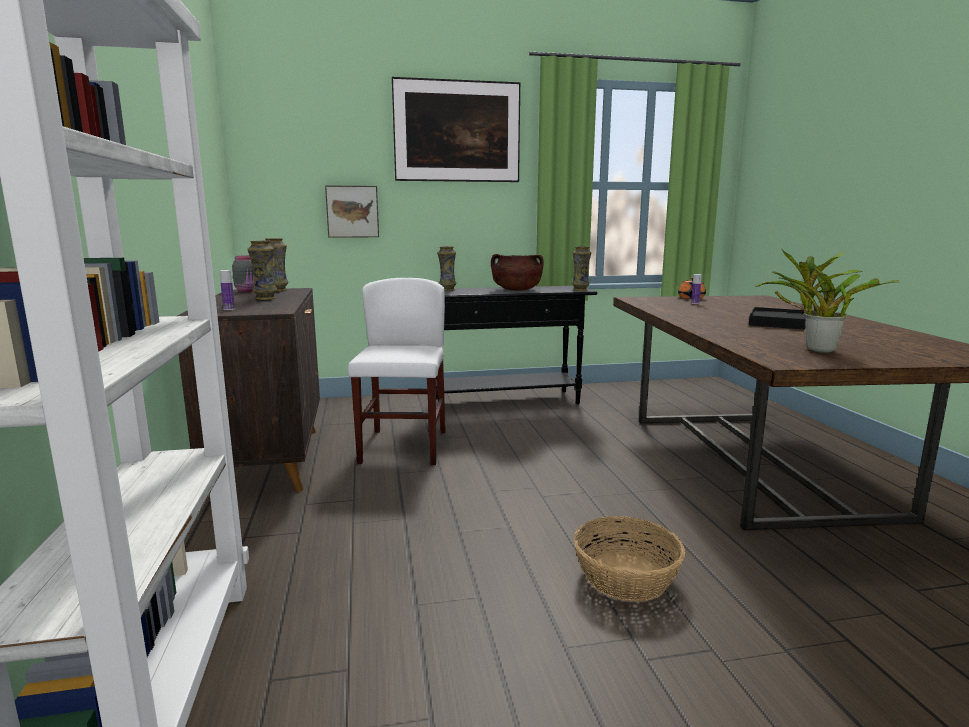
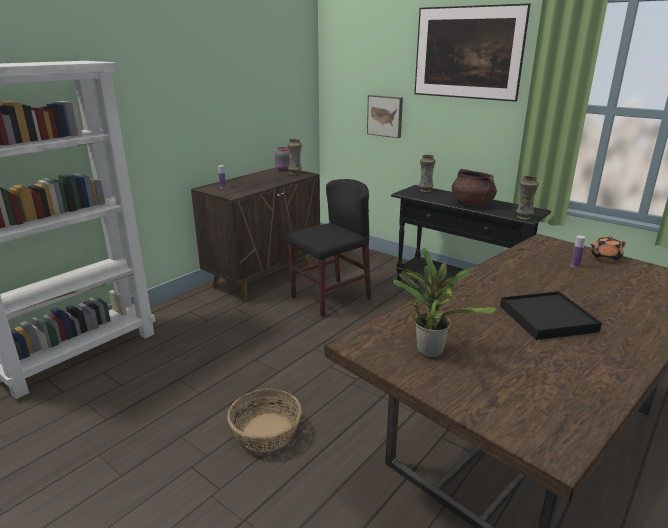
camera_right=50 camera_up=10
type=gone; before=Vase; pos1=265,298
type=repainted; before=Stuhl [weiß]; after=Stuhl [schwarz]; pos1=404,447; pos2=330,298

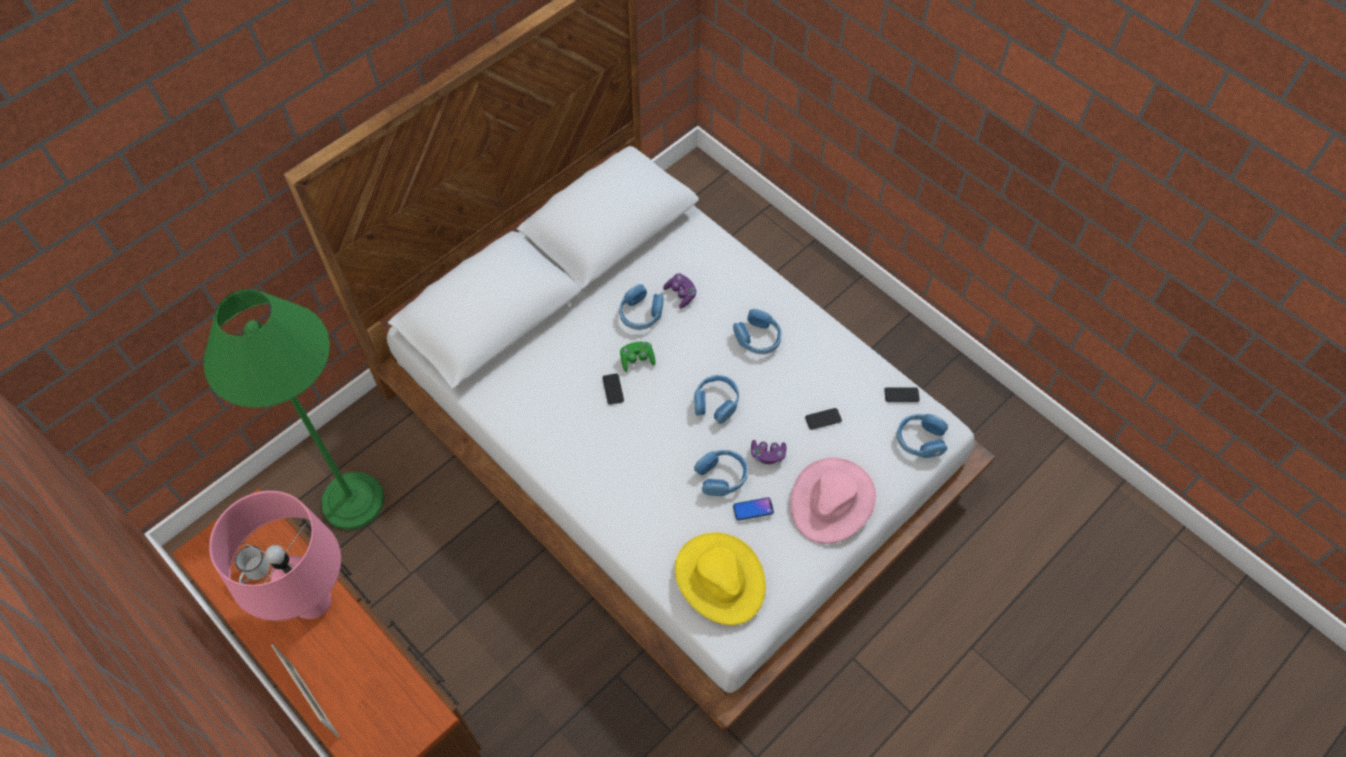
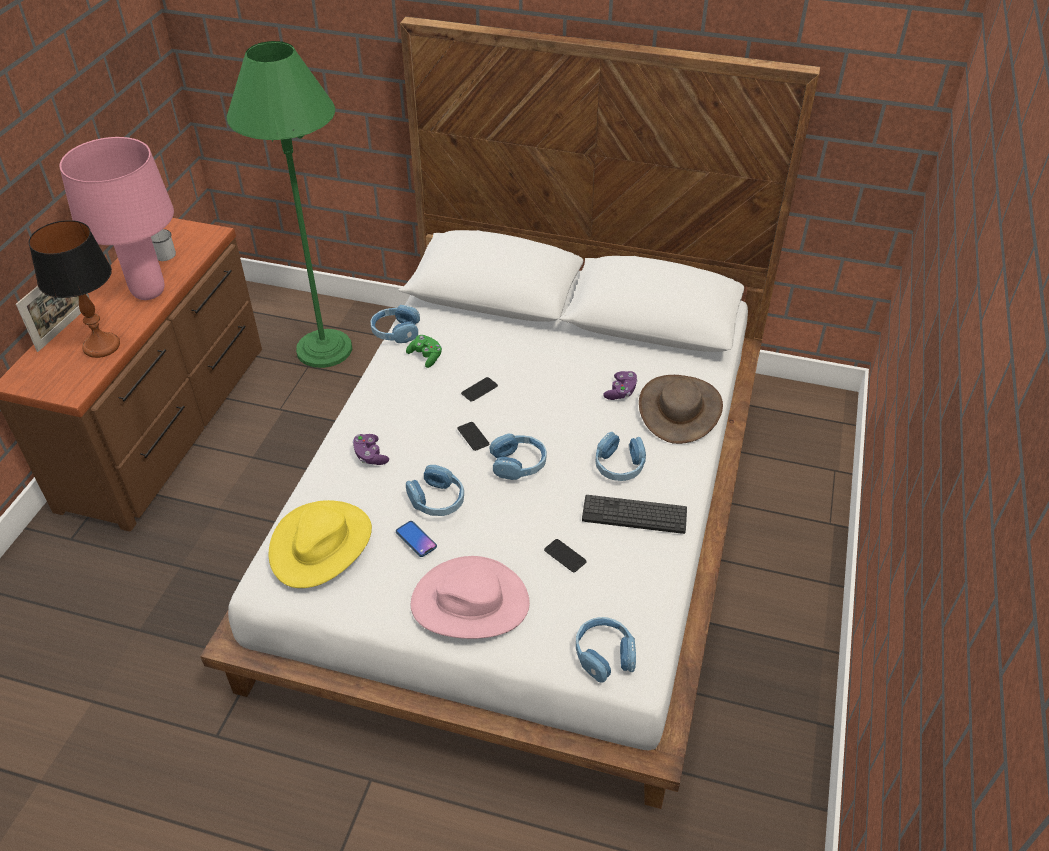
camera_right=60 camera_up=-15
type=shifted; before=Kopfhörer [blau]; pos1=641,313; pos2=395,331
type=shifted; before=Gamepad [grün]; pos1=637,360; pos2=426,356
type=shifted; before=Handy; pos1=901,395; pos2=473,436
type=shifted; before=Gamepad [lila]; pos1=767,455; pos2=370,456
type=new; after=Tischlampe; pos2=102,346
type=new; after=Hut [braun]; pos2=680,409
type=new; after=Tastatur; pos2=634,515

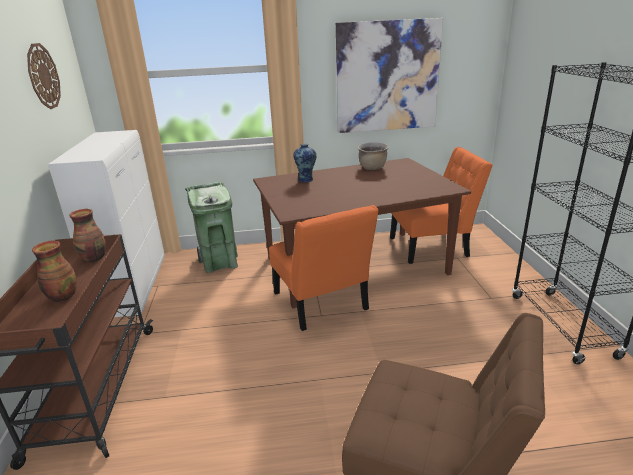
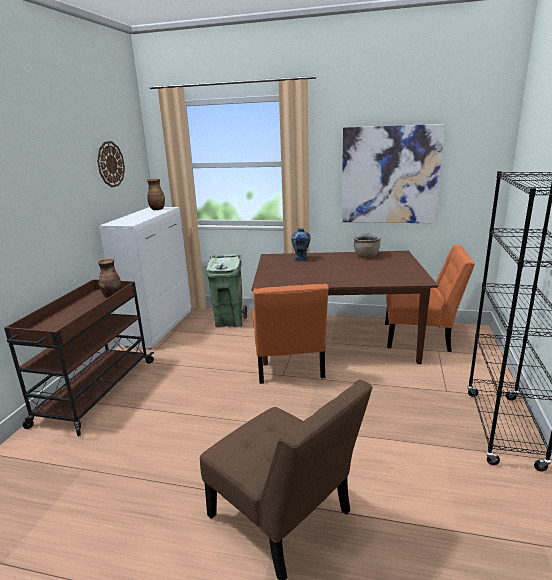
camera_right=20 camera_up=-5
type=shifted; before=Vase; pos1=62,296; pos2=157,209

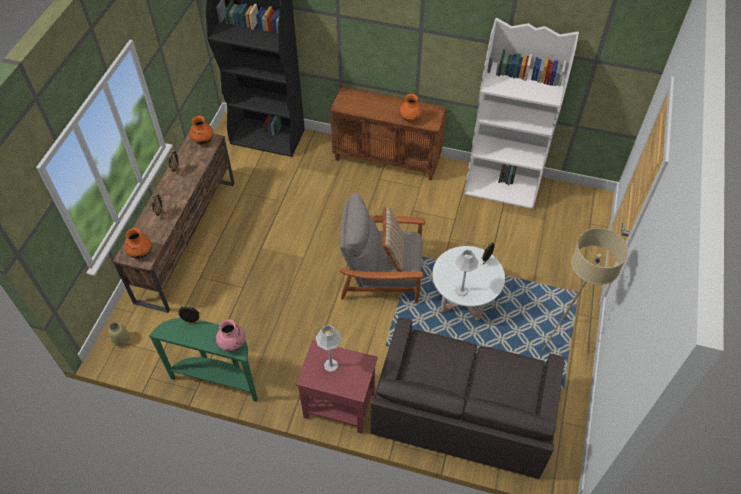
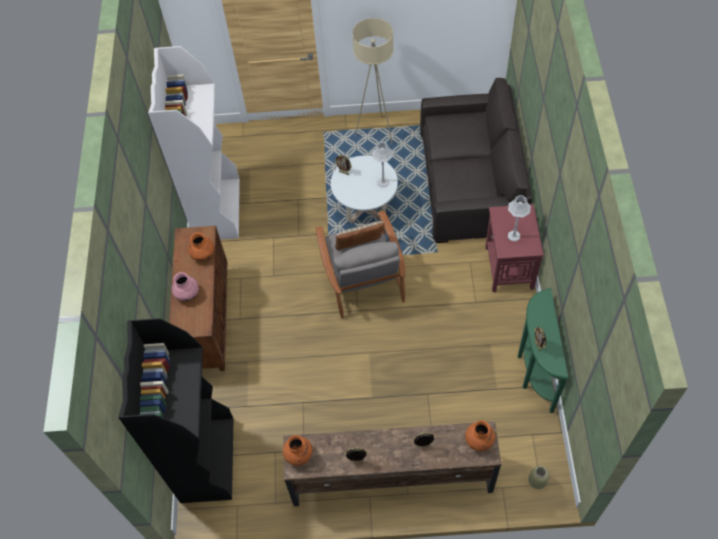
camera_right=-105 camera_up=5
type=shifted; before=Vase [rosa]; pos1=232,344; pos2=187,294

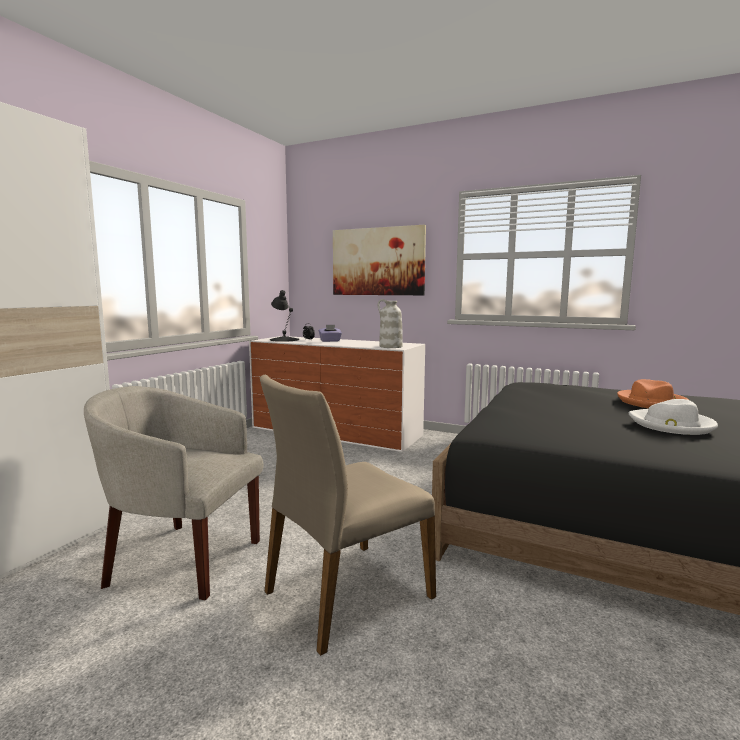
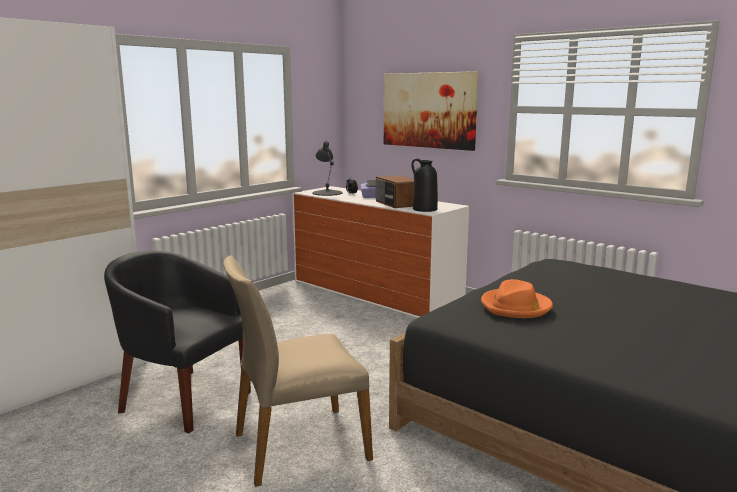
camera_right=15 camera_up=5
type=repainted; before=Vase [weiß]; after=Vase [schwarz]; pos1=390,347; pos2=424,209
type=shifted; before=Hut [orange]; pos1=652,402; pos2=516,307
type=repainted; before=Sessel [beige]; after=Sessel [schwarz]; pos1=181,559; pos2=183,399
type=gone; before=Hut [weiß]; pos1=671,425
type=new; after=Radio; pos2=396,203

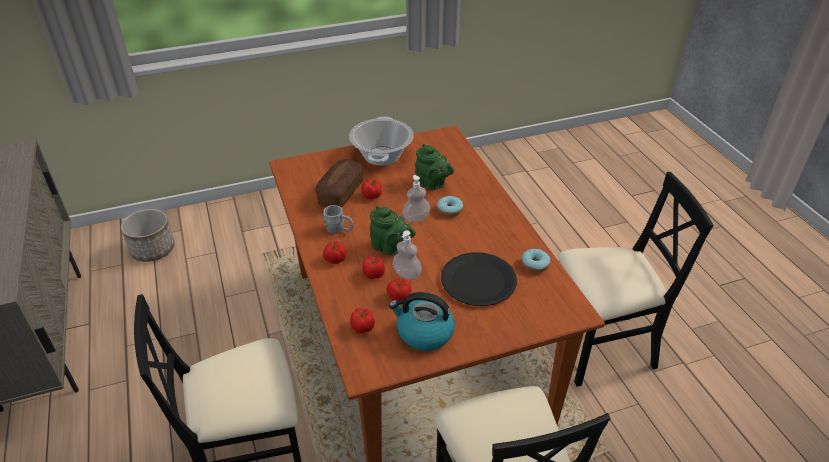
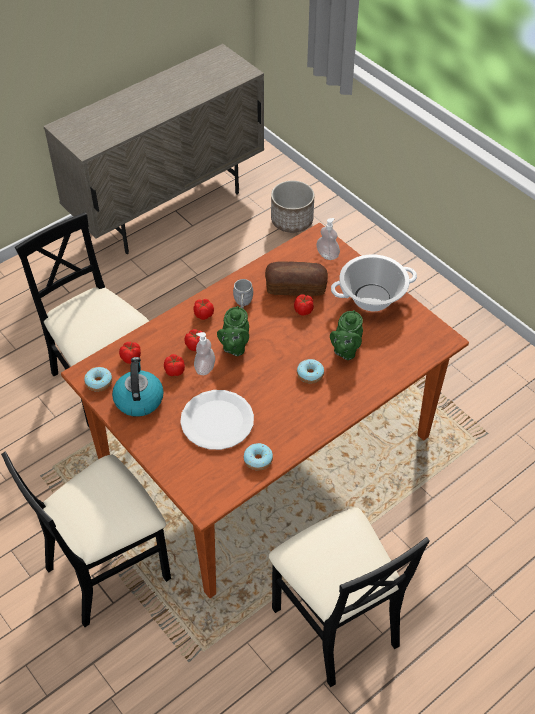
camera_right=70 camera_up=10
type=shifted; before=Seifenspender; pos1=416,218; pos2=327,255
type=repainted; before=Teller [schwarz]; after=Teller [weiß]; pos1=478,281; pos2=217,421
type=new; after=Donut; pos2=99,382

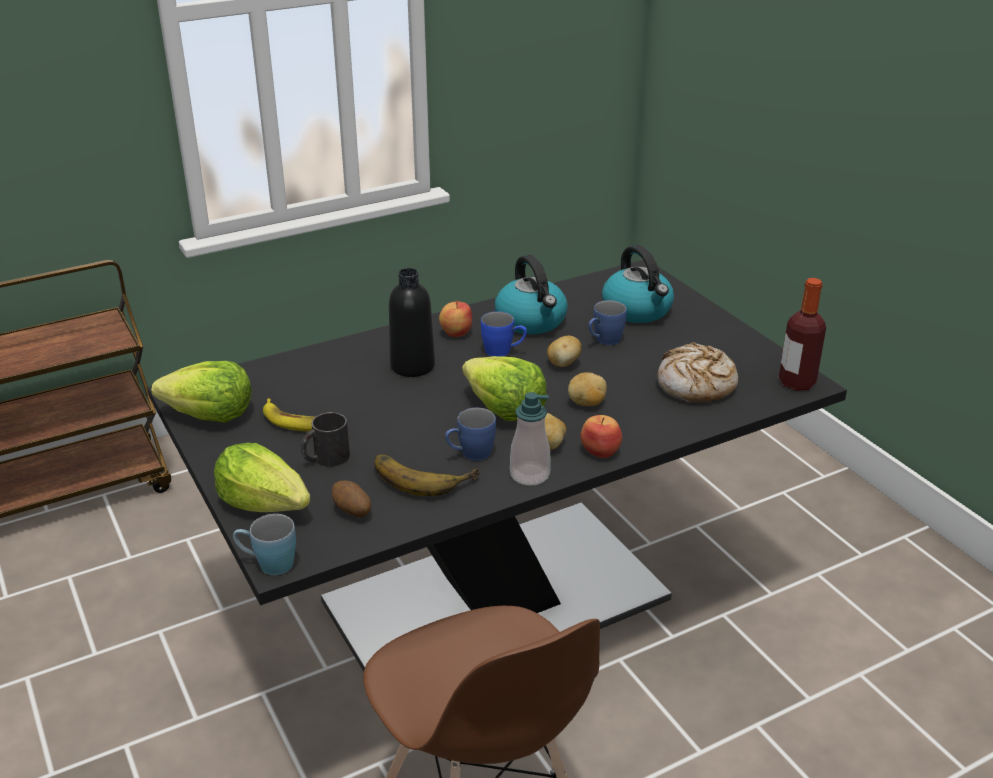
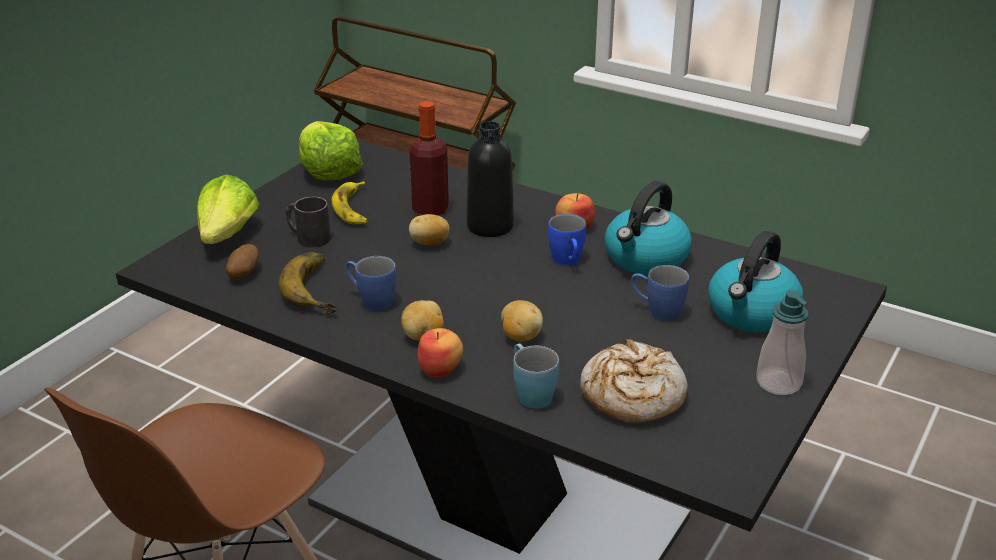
camera_right=60 camera_up=0
type=shifted; before=Flasche; pos1=796,382; pos2=430,209
type=shifted; before=Kartoffel; pos1=563,364; pos2=429,243
type=gone; before=Salatkopf; pos1=504,409
type=shifted; before=Seifenspender; pos1=529,475; pos2=778,383
type=shifted; before=Henkelbecher [blau]; pos1=268,564; pos2=530,393

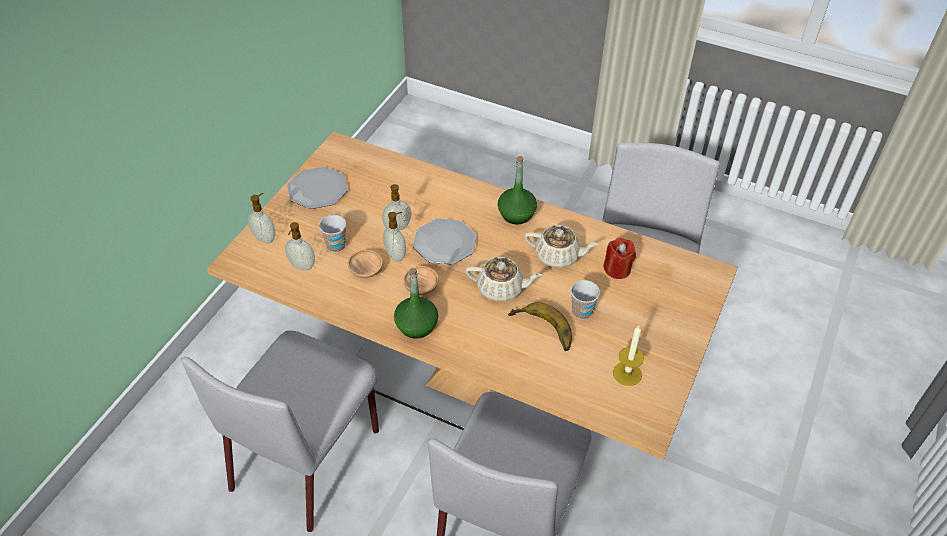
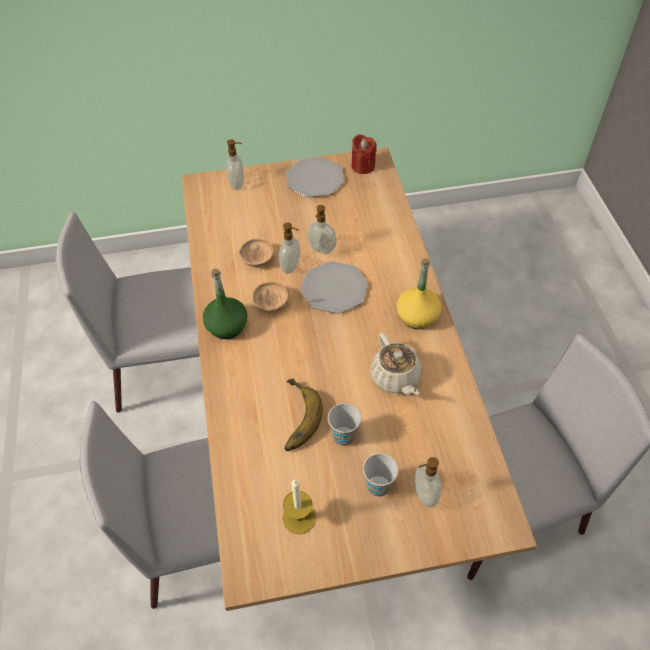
camera_right=55 camera_up=5
type=repainted; before=Flasche [grün]; after=Flasche [gelb]; pos1=516,214; pos2=417,316
type=shifted; before=Tasse; pos1=336,246; pos2=378,486
type=shifted; before=Seifenspender; pos1=301,266; pos2=424,494
type=shifted; before=Kerze [rot]; pos1=617,269; pos2=363,166
type=gone; before=Teekanne [beige]; pos1=501,289

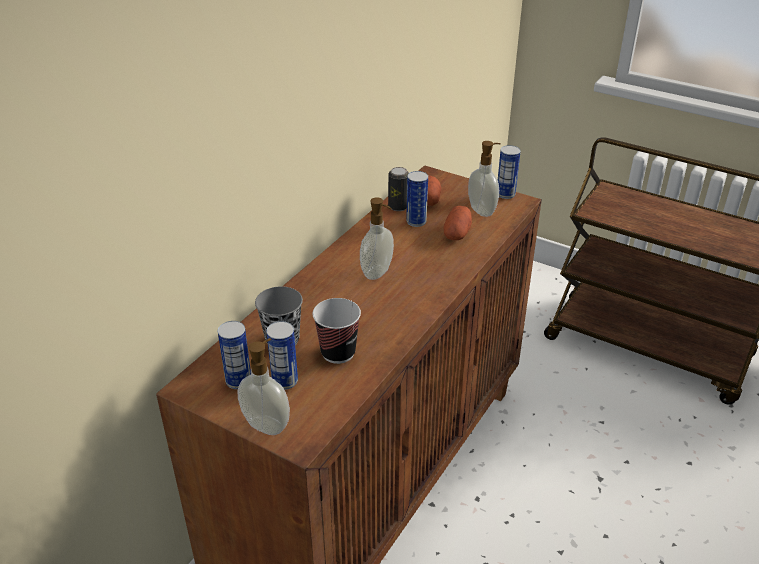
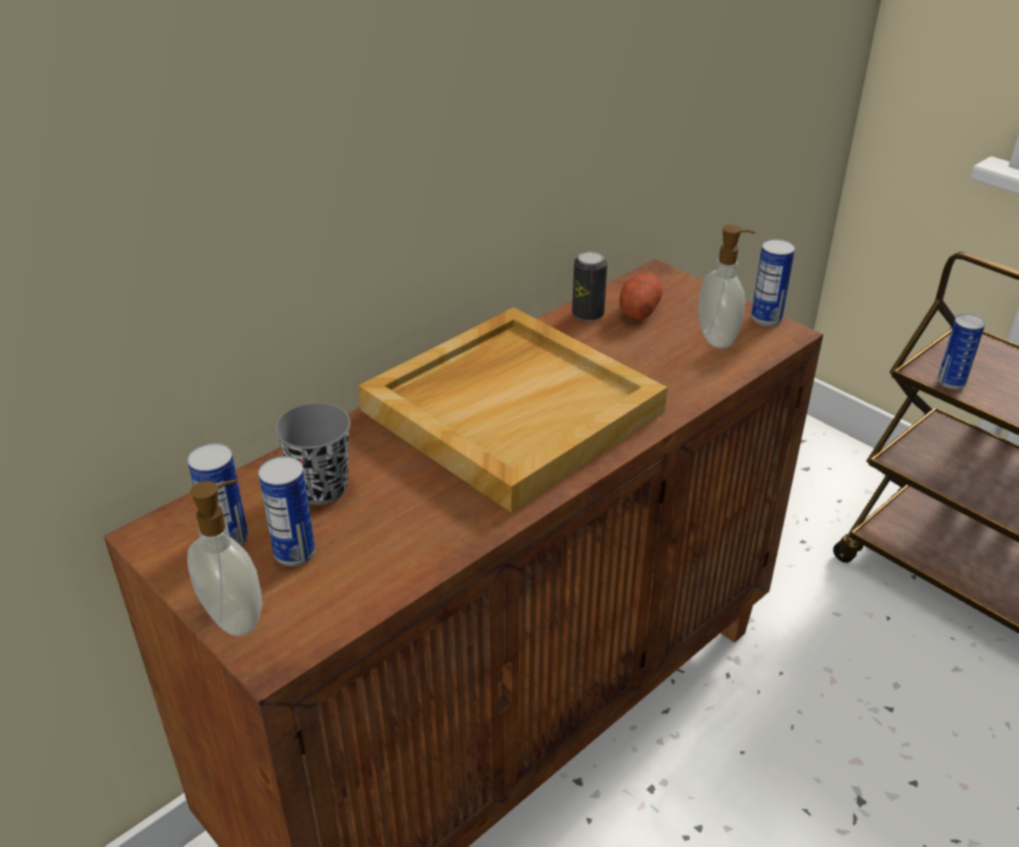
camera_right=15 camera_up=0
type=shifted; before=Dose; pos1=416,222; pos2=951,382
type=swapped; before=Seifenspender; after=Tablett [beige]; pos1=378,273; pos2=512,409
type=gone; before=Kartoffel; pos1=457,233
type=gone; before=Tasse; pos1=338,353

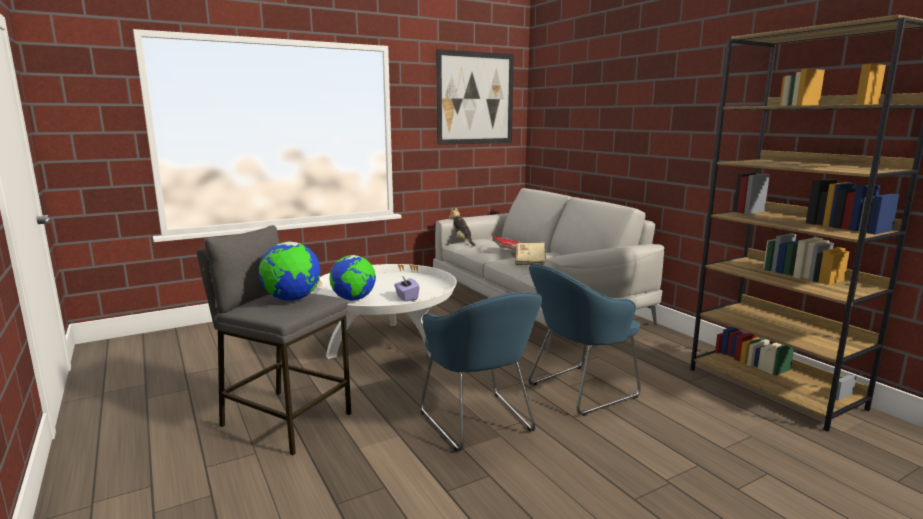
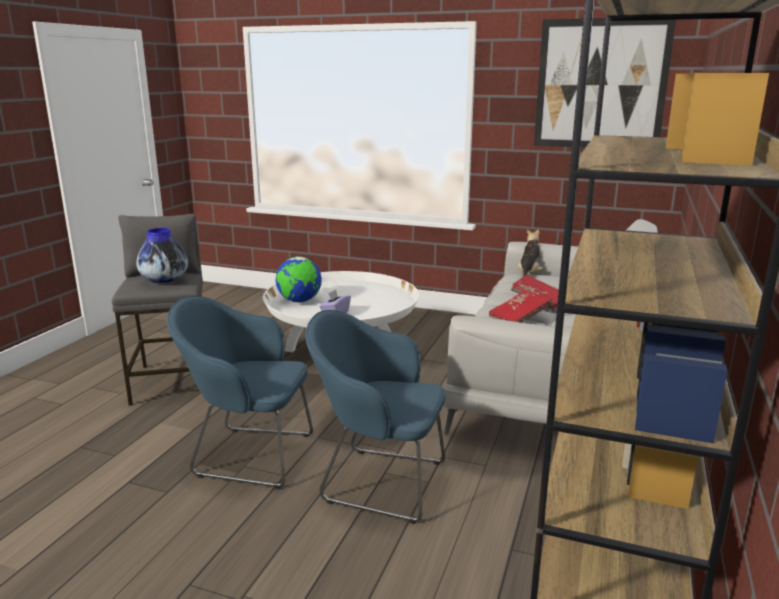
camera_right=50 camera_up=5
type=swapped; before=Globus; after=Vase; pos1=292,299; pos2=164,280
type=repainted; before=Buch [beige]; after=Buch [rot]; pos1=530,261; pos2=519,317
type=rotated; before=Sessel [blau]; pos1=479,423; pos2=248,455; turn=75

